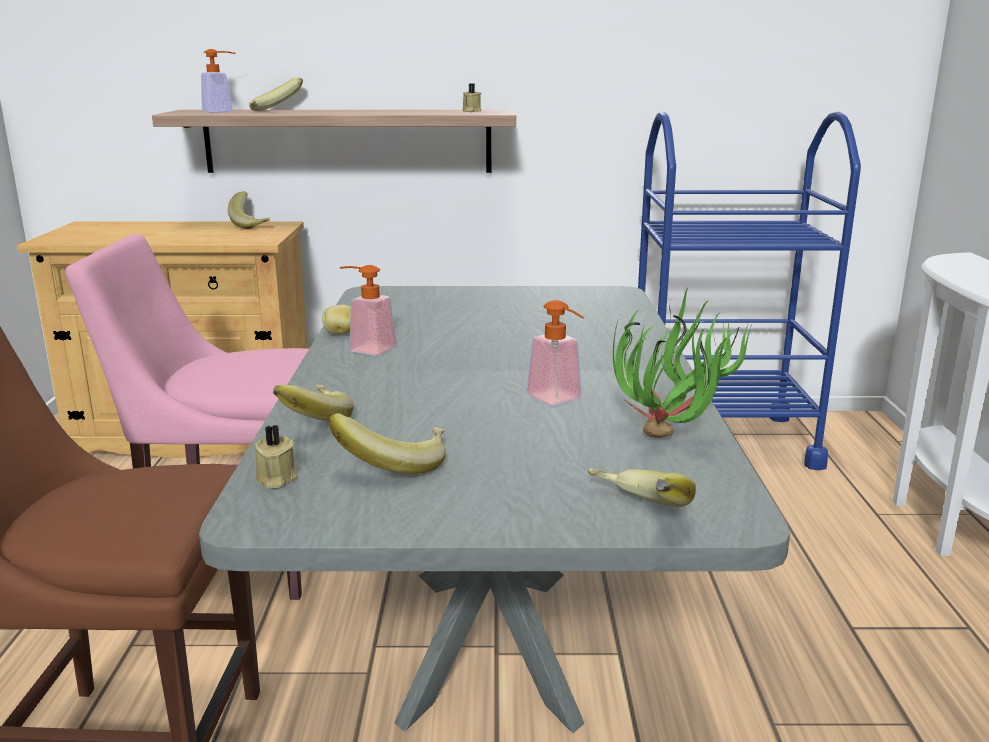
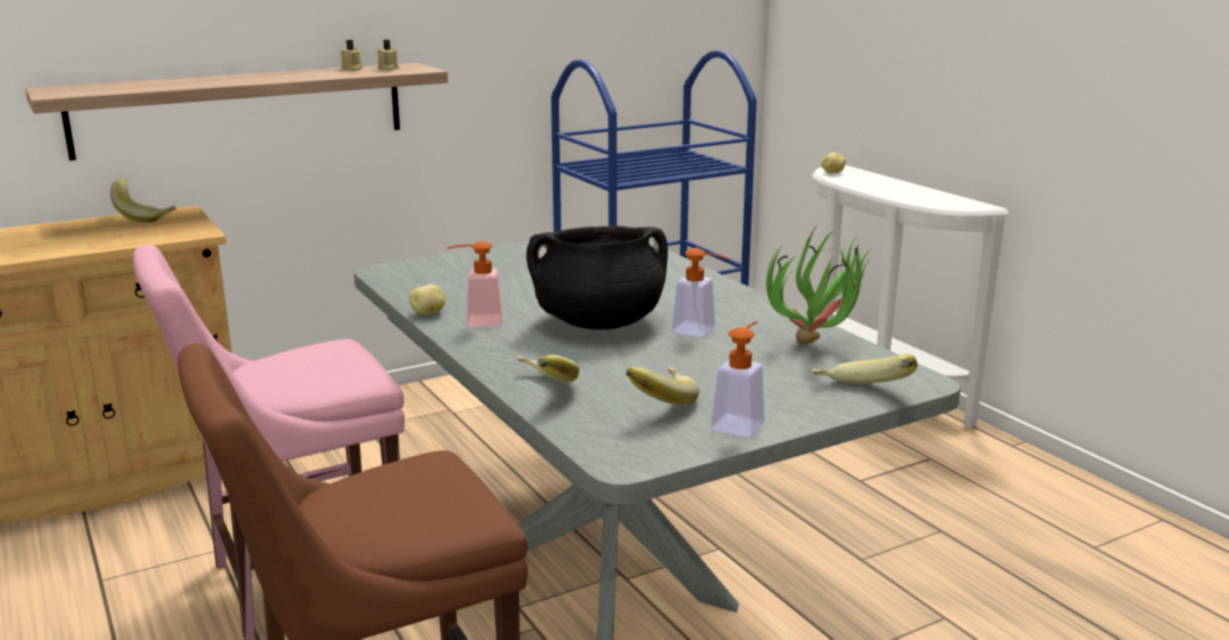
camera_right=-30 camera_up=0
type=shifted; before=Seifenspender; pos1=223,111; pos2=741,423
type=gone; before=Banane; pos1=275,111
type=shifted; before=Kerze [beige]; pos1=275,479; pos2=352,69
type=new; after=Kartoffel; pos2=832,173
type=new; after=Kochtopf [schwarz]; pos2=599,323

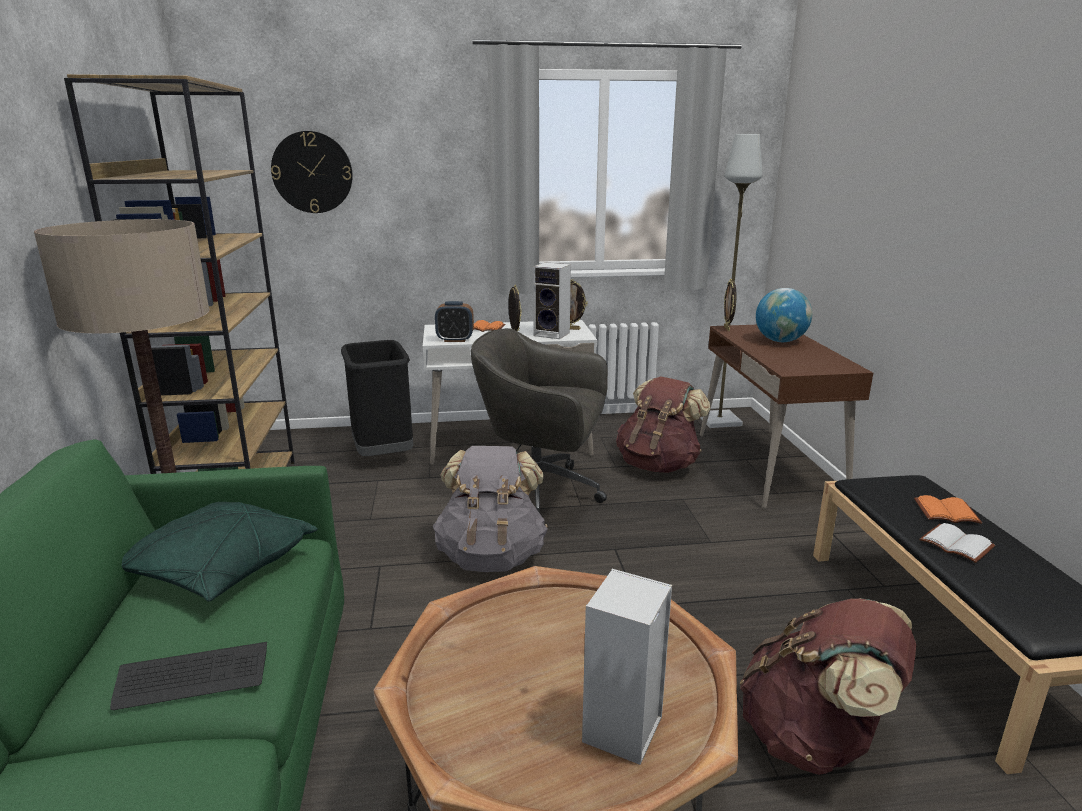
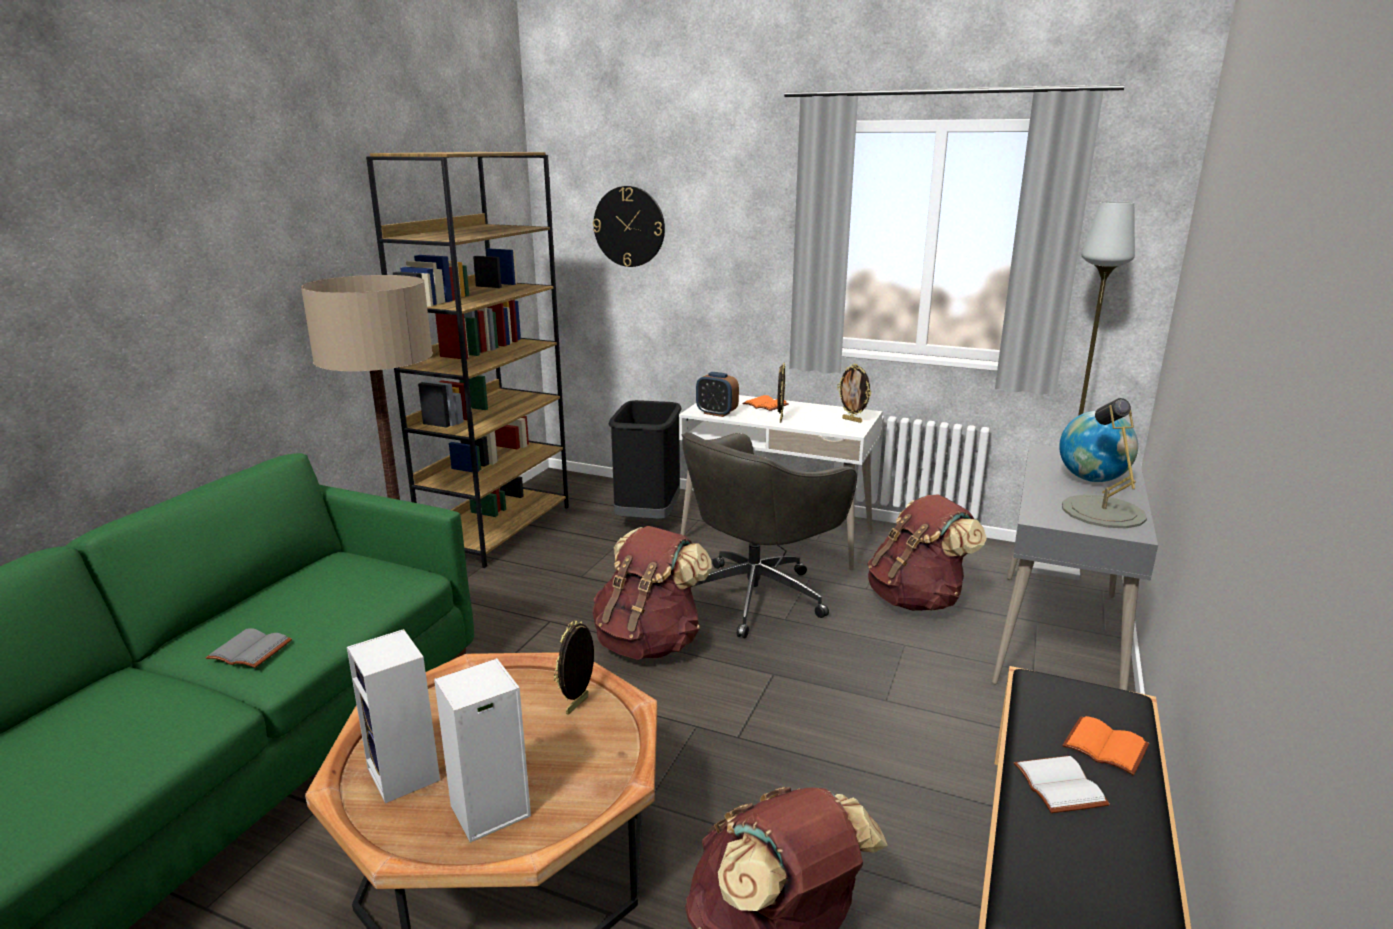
camera_right=30 camera_up=0
type=shifted; before=Lautsprecher; pos1=553,334; pos2=406,775
type=shifted; before=Bilderrahmen; pos1=727,329; pos2=578,705
type=repainted; before=Schreibtisch [braun]; after=Schreibtisch [grau]; pos1=768,466; pos2=1058,637
type=rotated; before=Bürostuhl [grau]; pos1=541,493; pos2=757,595; turn=-90
type=repainted; before=Rucksack [grau]; after=Rucksack [braun]; pos1=491,556; pos2=649,643
type=gone; before=Kissen [grün]; pos1=220,569
type=swapped; before=Tastatur; after=Buch [grau]; pos1=192,677; pos2=252,650
type=new; after=Tischlampe [grau]; pos2=1102,511

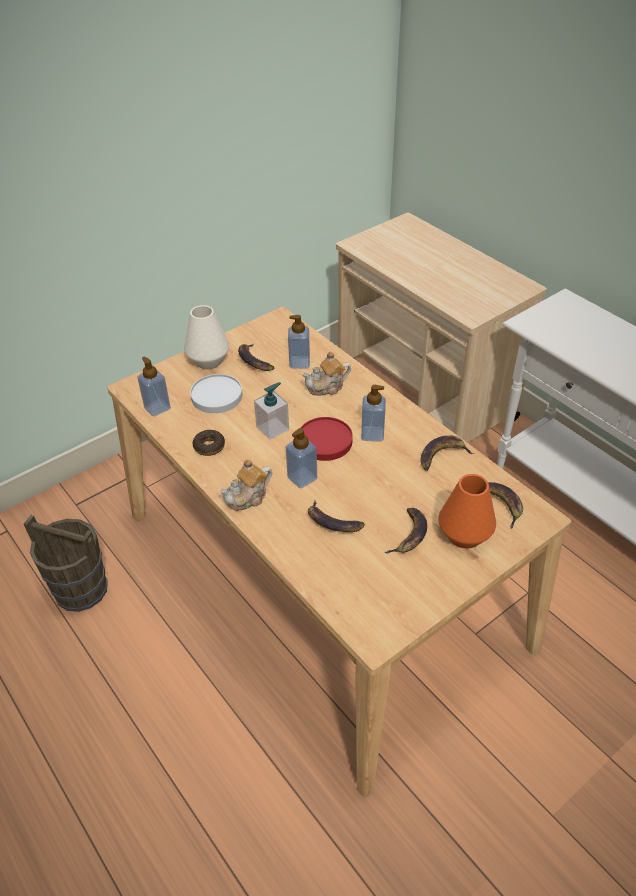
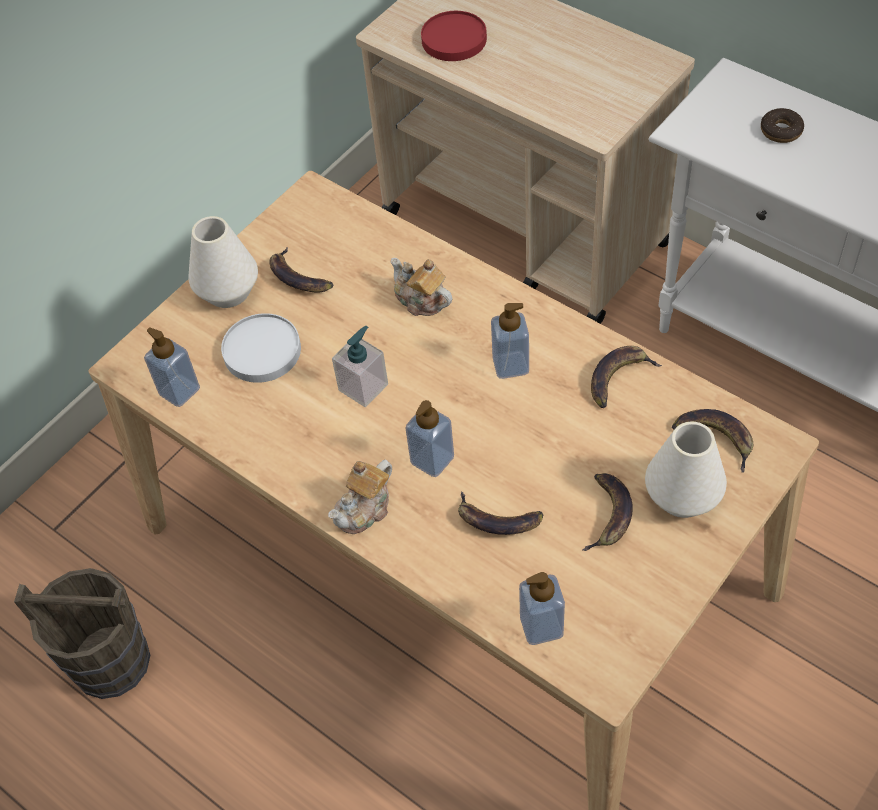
camera_right=-10 camera_up=10
type=shifted; before=Seifenspender; pos1=299,363; pos2=541,626
type=rotated; before=Teekanne; pos1=327,387; pos2=421,300; turn=75
type=shifted; before=Teller [rot]; pos1=325,441; pos2=453,39
type=shifted; before=Donut; pos1=209,446; pos2=781,131
type=repainted; before=Vase [orange]; after=Vase [weiß]; pos1=464,534; pos2=682,496

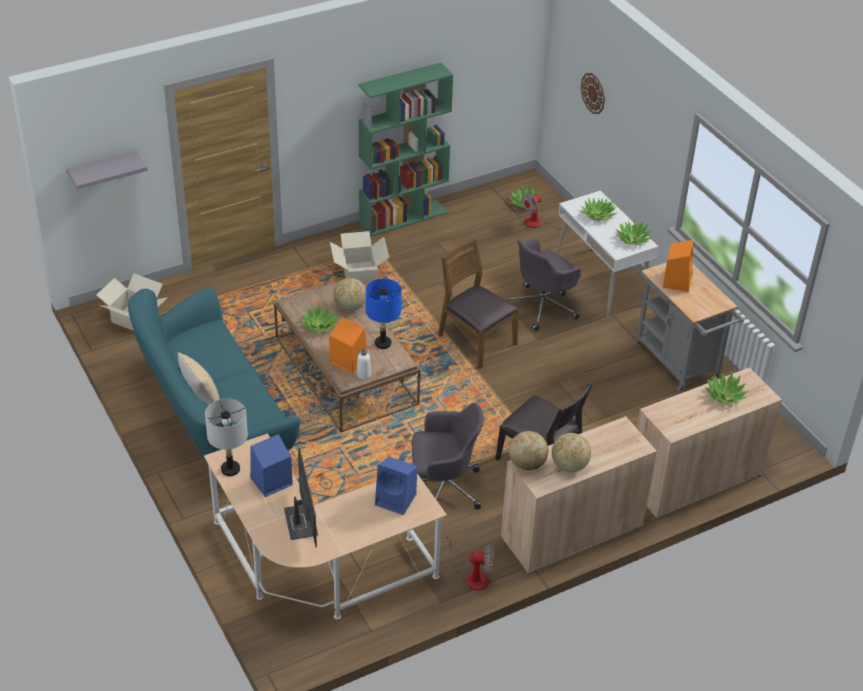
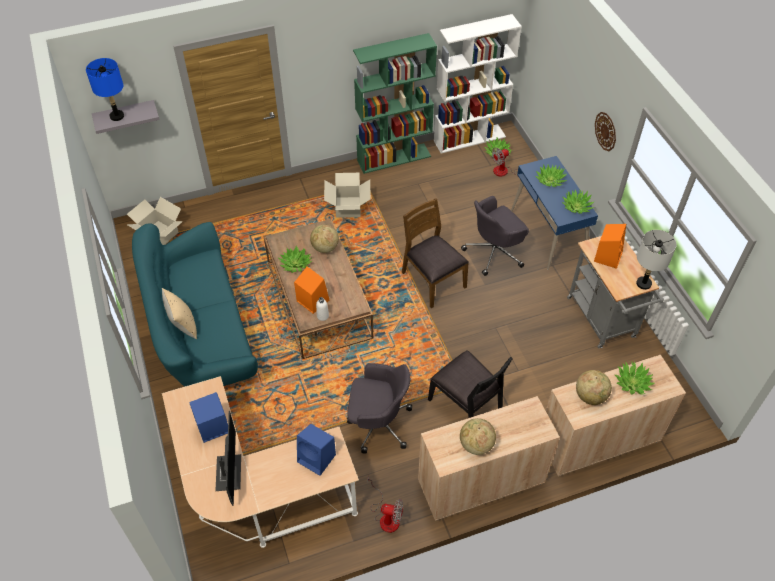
camera_right=10 camera_up=10
type=shifted; before=Wanduhr; pos1=593,93; pos2=605,131
type=repainted; before=Schreibtisch [weiß]; after=Schreibtisch [blau]; pos1=600,283; pos2=548,234
type=shifted; before=Tischlampe [blau]; pos1=383,343; pos2=117,116
type=shifted; before=Tischlampe [grau]; pos1=230,469; pos2=644,283
type=shifted; before=Globus; pos1=527,464; pos2=590,396
type=new; after=Bücherregal [weiß]; pos2=469,138

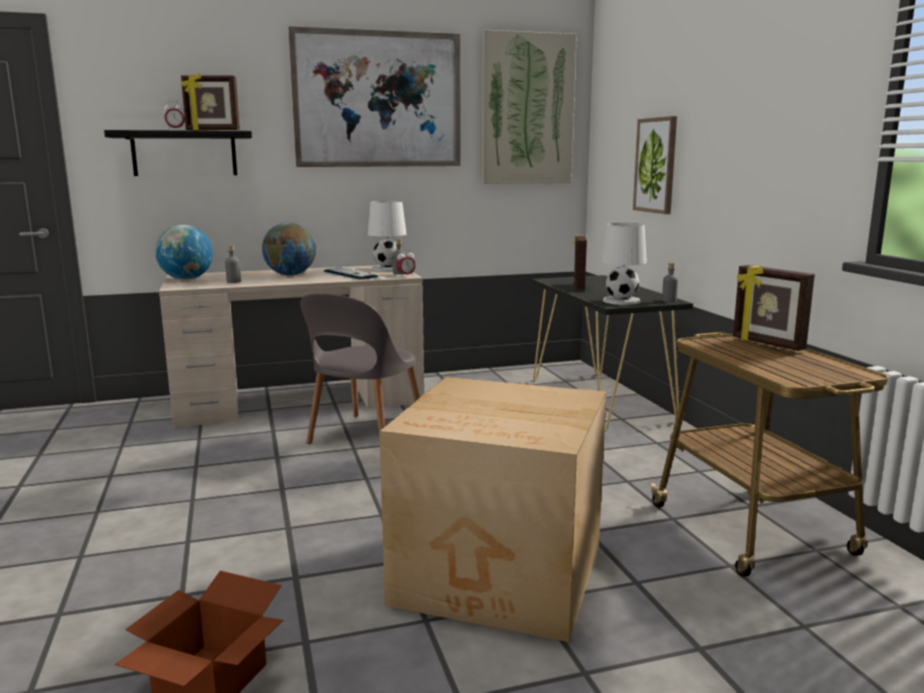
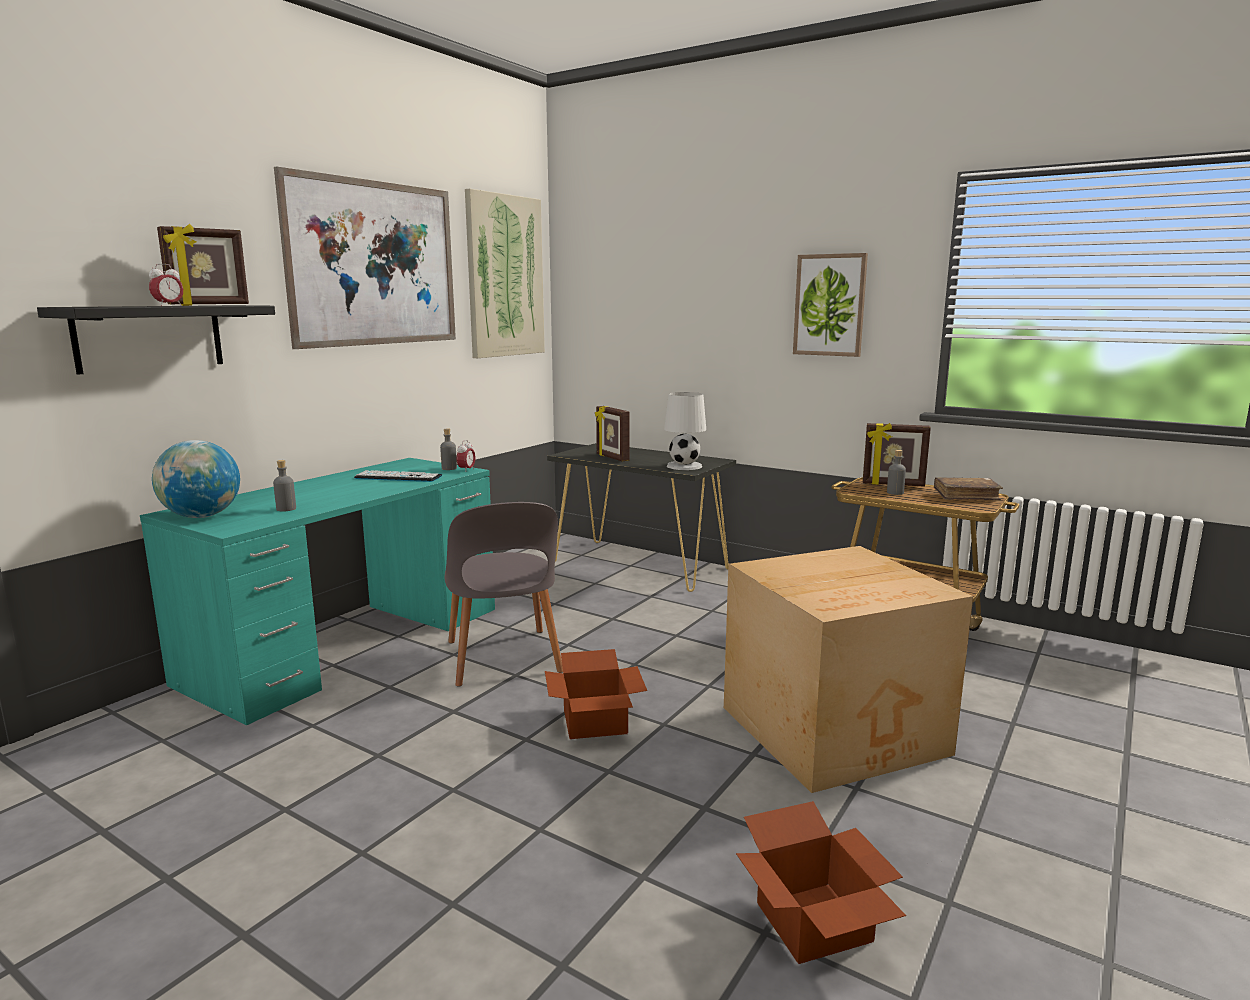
camera_right=-40 camera_up=0
type=shifted; before=Bild; pos1=656,165; pos2=830,305
type=gone; before=Tischlampe [weiß]; pos1=388,268
type=gone; before=Globus; pos1=290,275
type=shifted; before=Flasche [grau]; pos1=669,300; pos2=895,493
type=repainted; before=Schreibtisch [beige]; after=Schreibtisch [türkis]; pos1=301,399; pos2=350,643
type=new; after=Buch [braun]; pos2=966,496
type=new; after=Karton; pos2=594,723

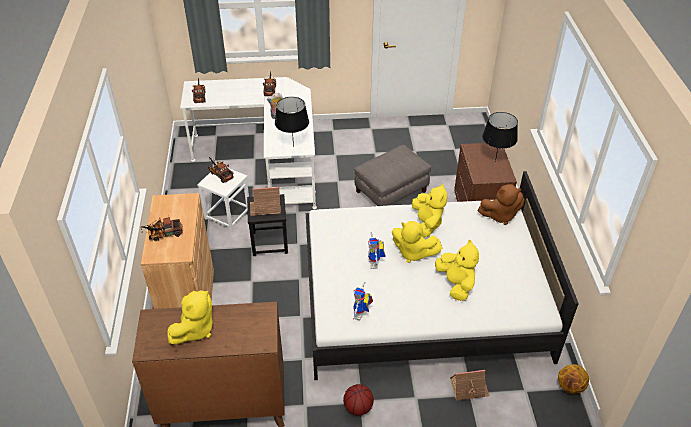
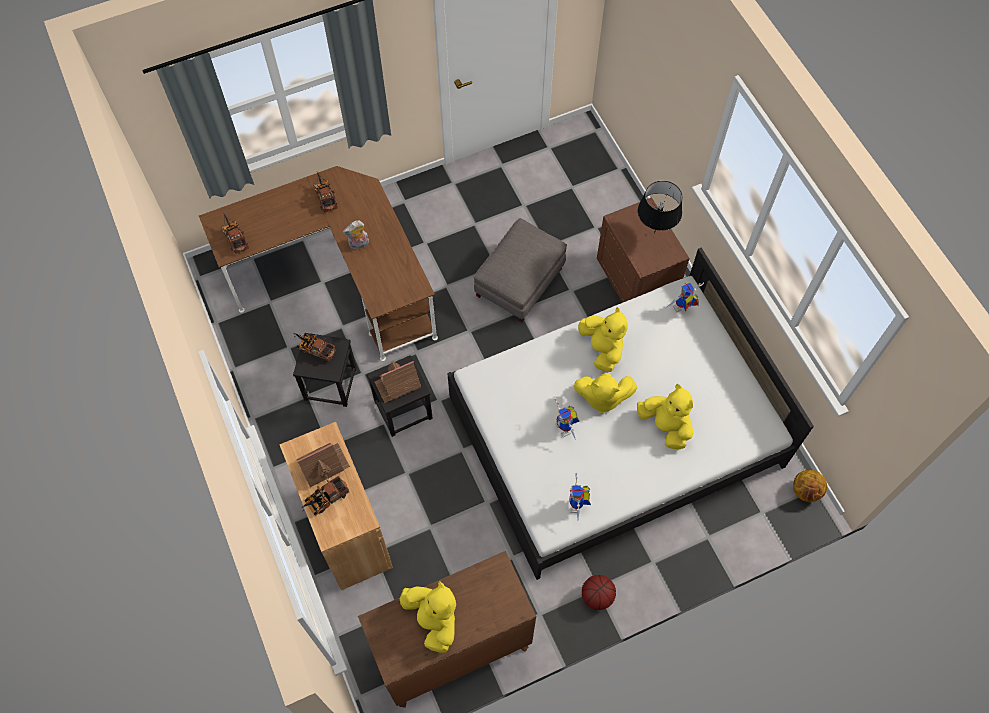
camera_right=-20 camera_up=20
type=repainted; before=Schreibtisch [weiß]; after=Schreibtisch [braun]; pos1=266,160; pos2=339,280
type=gone; before=Tischlampe [schwarz]; pos1=293,146
type=repainted; before=Hocker [weiß]; after=Hocker [schwarz]; pos1=227,214; pos2=330,383
type=swapped; before=Plüschtier [braun]; after=Spielzeugroboter; pos1=500,215; pos2=682,309
type=rotated; before=Plüschtier [gelb]; pos1=195,329; pos2=433,620; turn=-45
type=shifted; before=Spielzeughaus; pos1=469,388; pos2=323,465

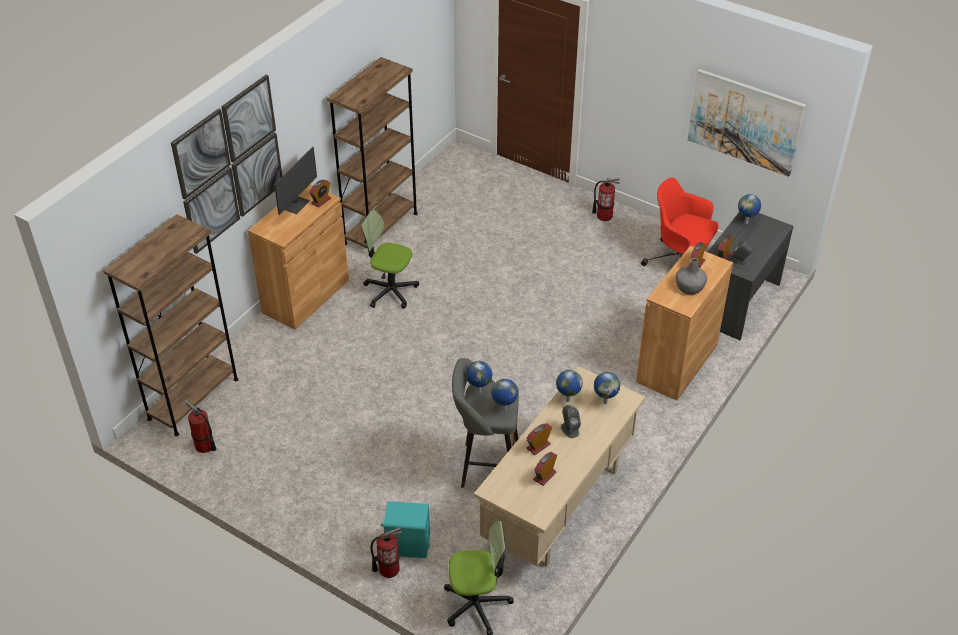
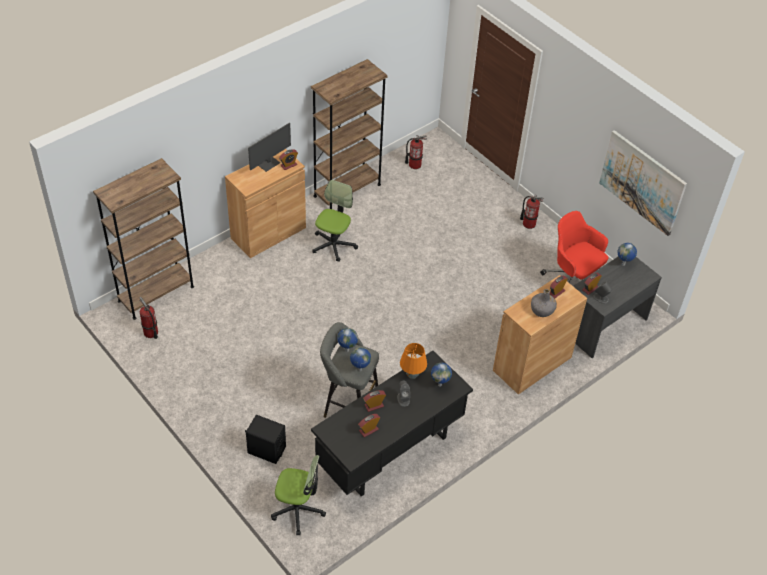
camera_right=15 camera_up=5
type=gone; before=Bild; pos1=229,164
type=rotated; before=Bürostuhl; pos1=390,291; pos2=333,245; turn=75
type=repainted; before=Schreibtisch [beige]; after=Schreibtisch [schwarz]; pos1=558,506; pos2=390,452
type=swapped; before=Globus; after=Tischlampe [orange]; pos1=567,400; pos2=412,375
type=repainted; before=Lautsprecher [türkis]; after=Lautsprecher [schwarz]; pos1=407,545; pos2=266,450
type=shifted; before=Feuerlöscher; pos1=388,569; pos2=414,164

